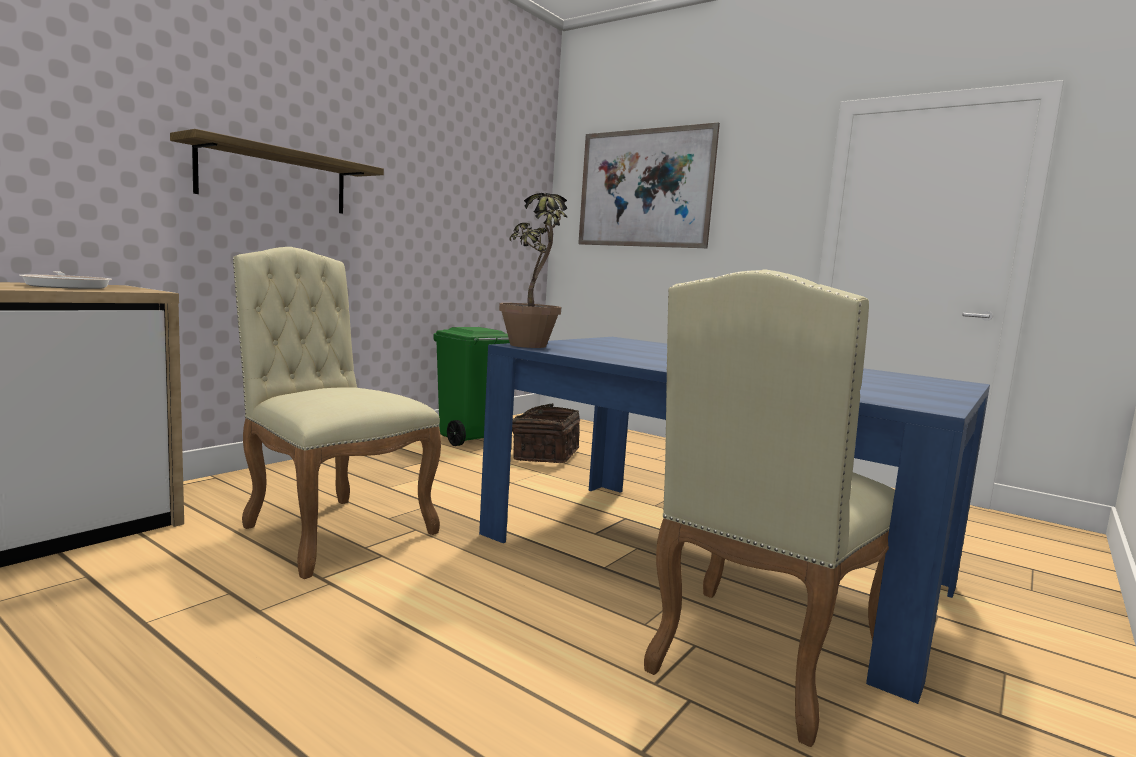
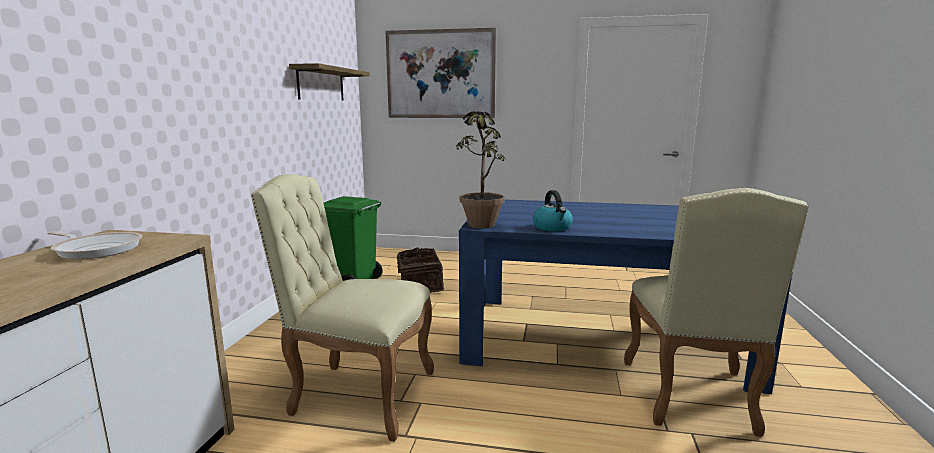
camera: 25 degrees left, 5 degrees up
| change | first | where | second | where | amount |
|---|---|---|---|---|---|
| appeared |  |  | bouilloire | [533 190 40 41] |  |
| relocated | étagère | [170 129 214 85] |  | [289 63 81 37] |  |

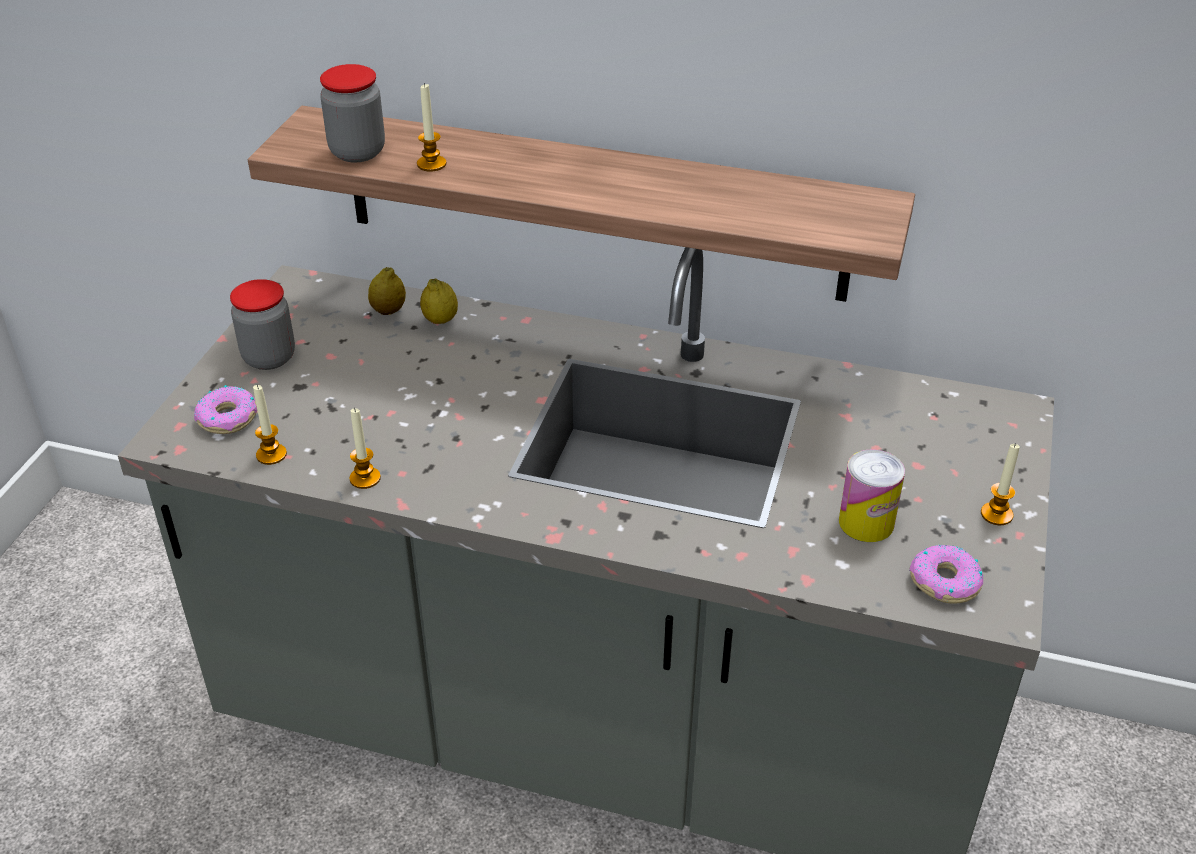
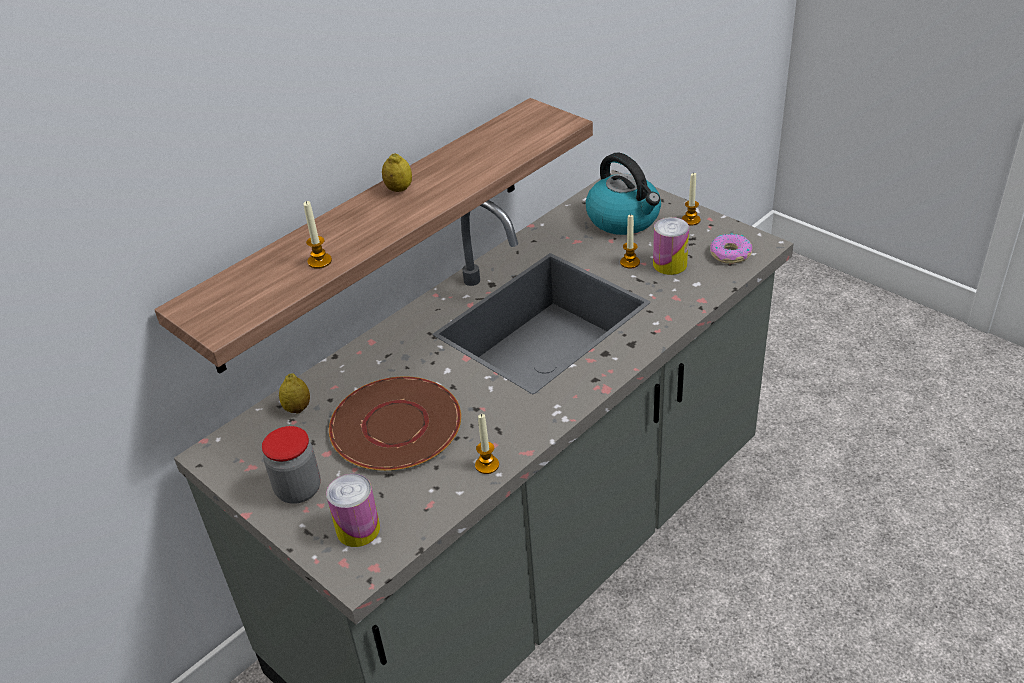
camera: 60 degrees left, 0 degrees up
| change | first | where | second | where | amount |
|---|---|---|---|---|---|
| missing | bocal | [320 64 65 98] |  |  |  |
| appeared |  |  | assiette (marron) | [329 376 132 95] |  |
| appeared |  |  | bouilloire | [586 153 75 82] |  |
| relocated | bougie | [253 385 34 80] |  | [620 214 20 54] |  |
| relocated | citron | [420 279 38 45] |  | [382 153 30 39] |  |
| exchanged | beignet | [194 385 63 49] | boîte métallique | [326 474 54 73] |  |

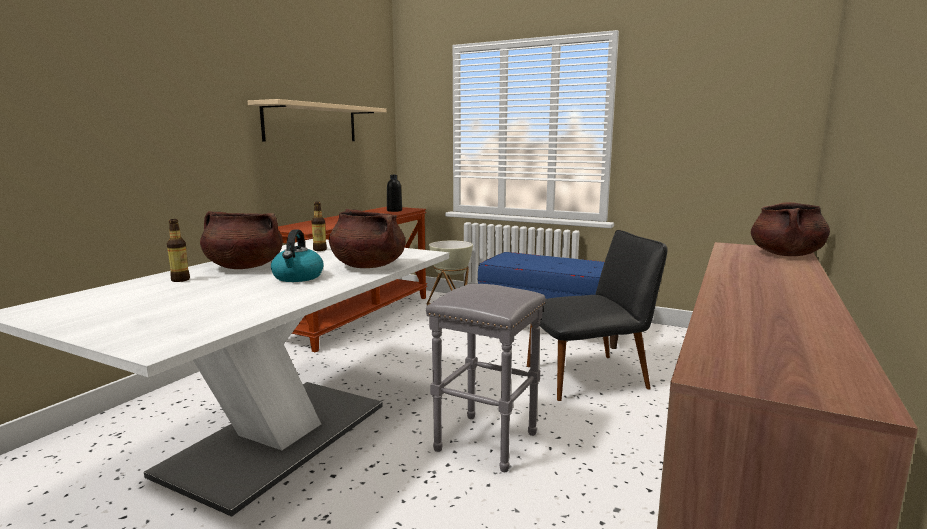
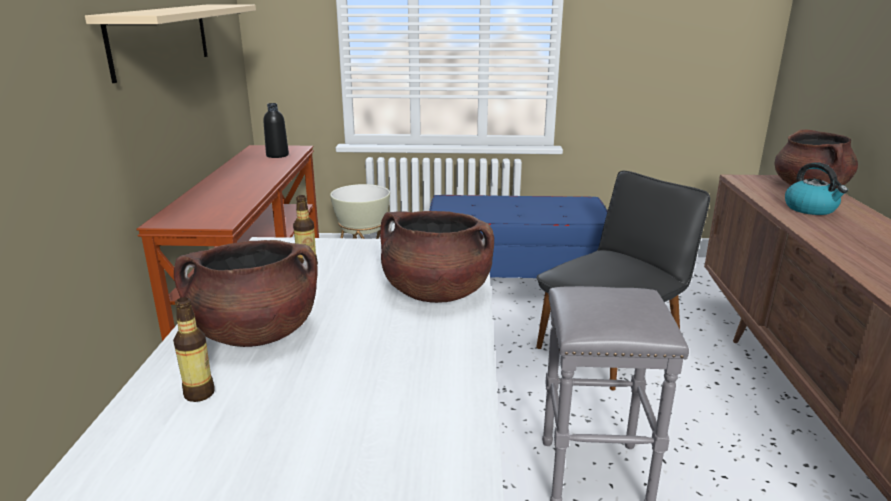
camera: 25 degrees left, 10 degrees up
| change | first | where | second | where | amount |
|---|---|---|---|---|---|
| relocated | bouilloire | [271 229 53 53] |  | [785 162 63 53] |  |

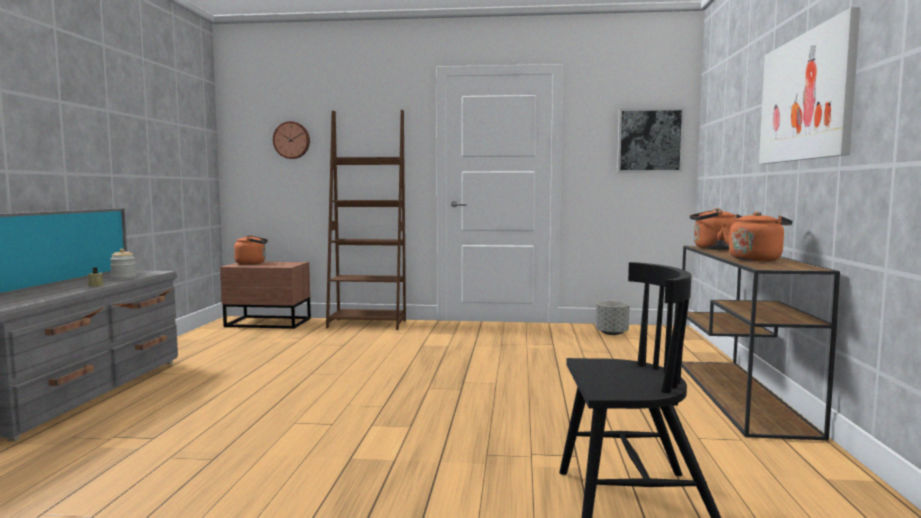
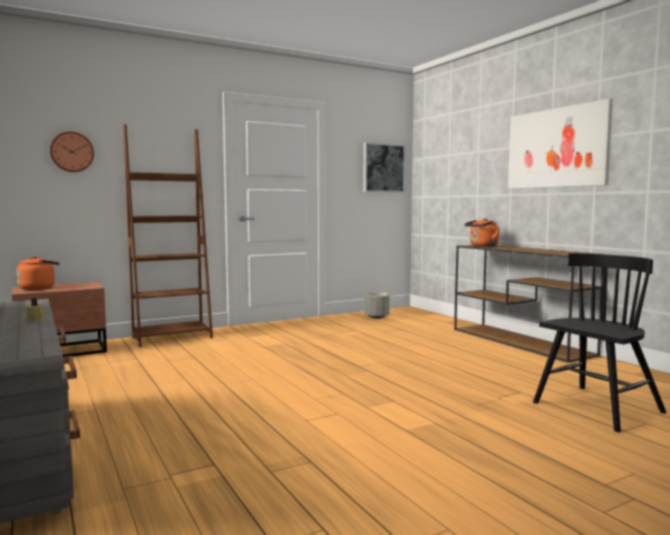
camera: 35 degrees left, 0 degrees up
| change | first | where | second | where | amount |
|---|---|---|---|---|---|
| missing | bocal | [110 249 26 31] |  |  |  |
| missing | bouilloire (orange) | [722 212 70 49] |  |  |  |

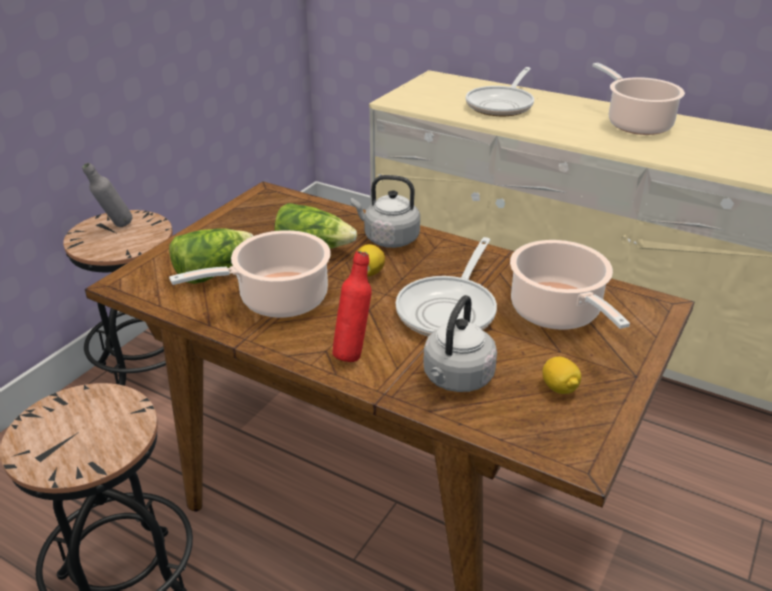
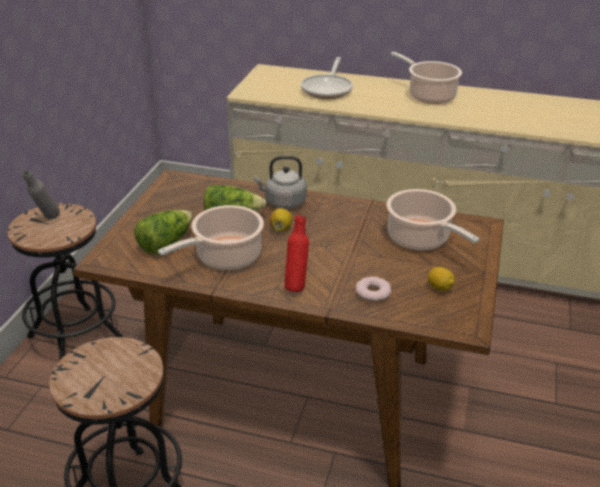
camera: 15 degrees left, 0 degrees up
| change | first | where | second | where | amount |
|---|---|---|---|---|---|
| missing | poêle | [396 237 101 99] |  |  |  |
| exchanged | bouilloire (gris) | [423 295 74 97] | beignet | [356 277 35 25] |  |

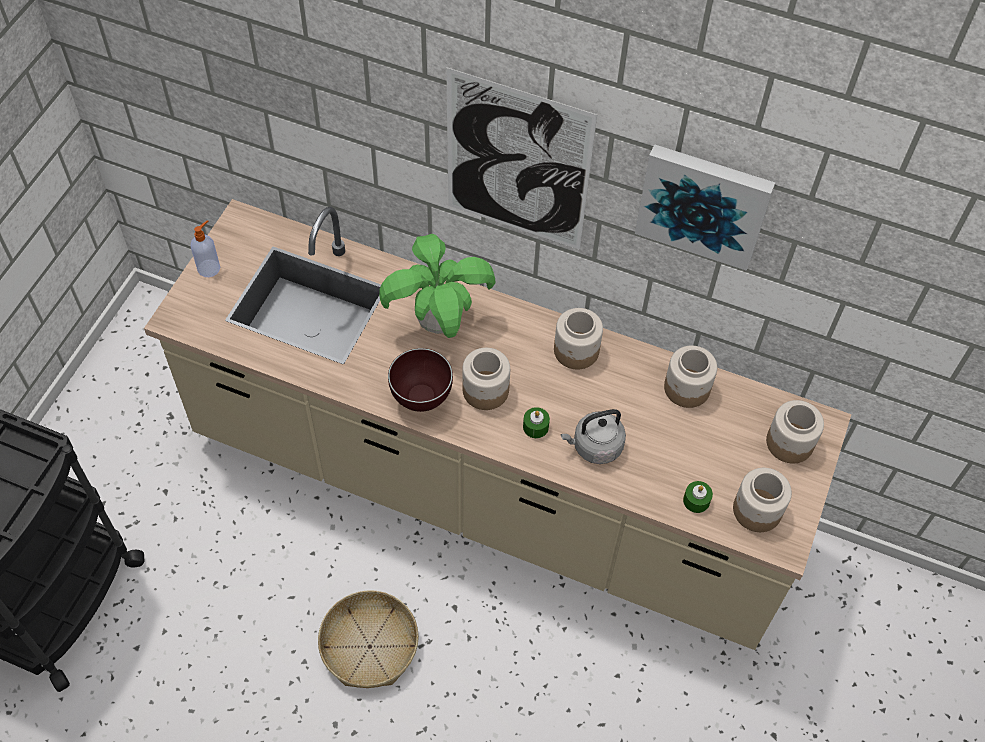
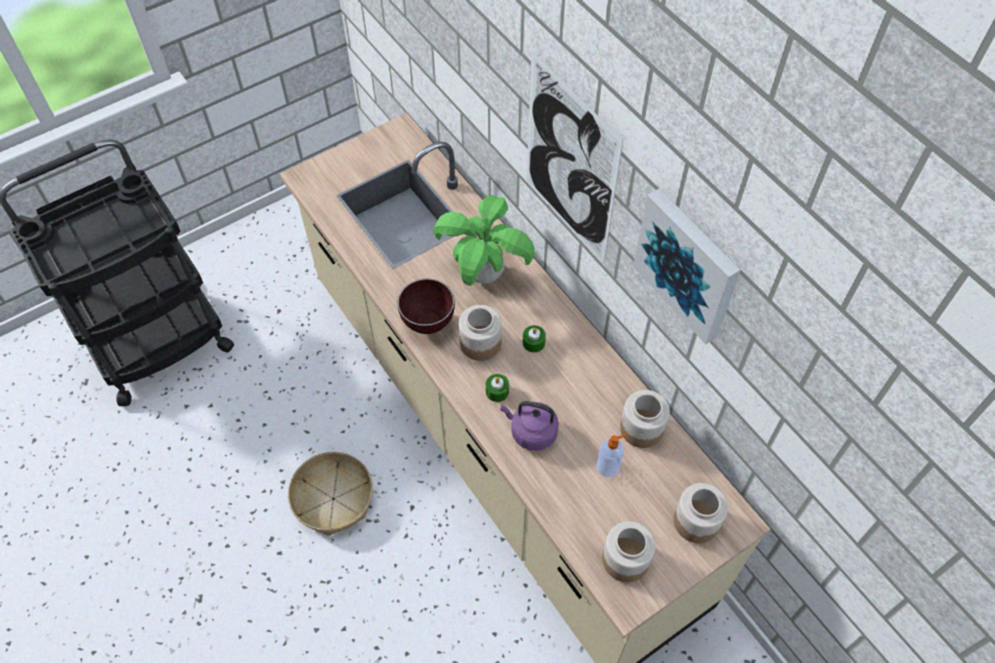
camera: 35 degrees right, 0 degrees up
| change | first | where | second | where | amount |
|---|---|---|---|---|---|
| missing | bocal | [554 308 49 62] |  |  |  |
| relocated | distributeur de savon | [191 220 29 57] |  | [596 434 32 43] |  |
| relocated | bougie (vert) | [683 481 30 32] |  | [523 325 23 28] |  |
| colour | bouilloire (gris) | [561 409 65 55] | bouilloire (violet) | [501 401 58 50] |  |

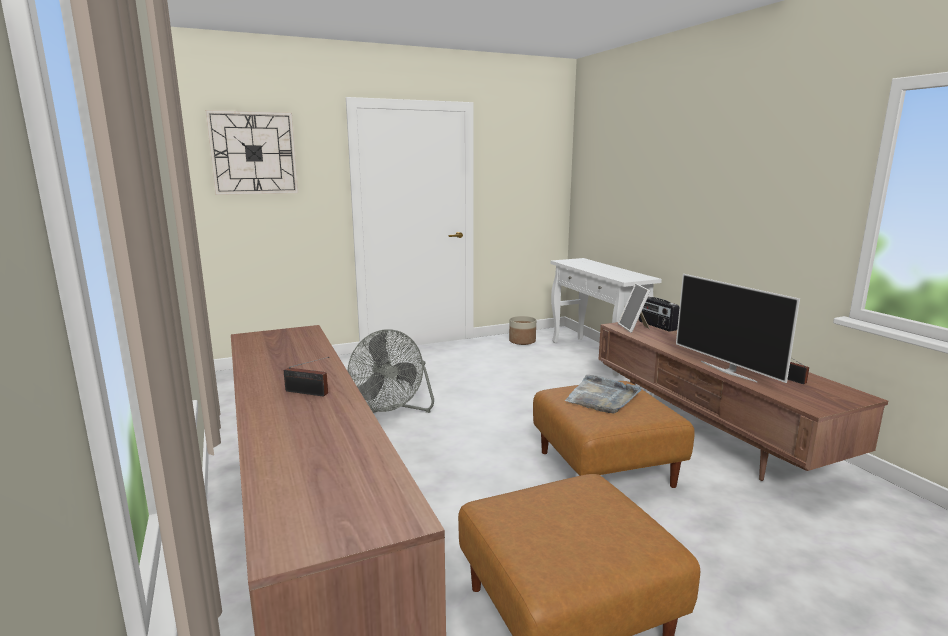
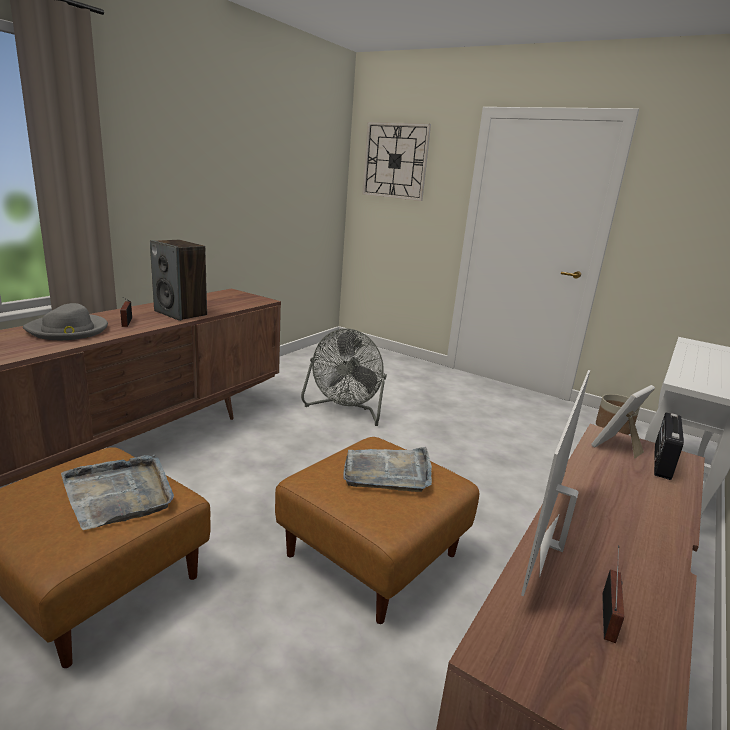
camera: 55 degrees right, 5 degrees up
| change | first | where | second | where | amount |
|---|---|---|---|---|---|
| appeared |  |  | chapeau (gris) | [23 303 85 37] |  |
| appeared |  |  | plateau (gris) | [61 455 113 75] |  |
| appeared |  |  | enceinte | [150 240 57 81] |  |

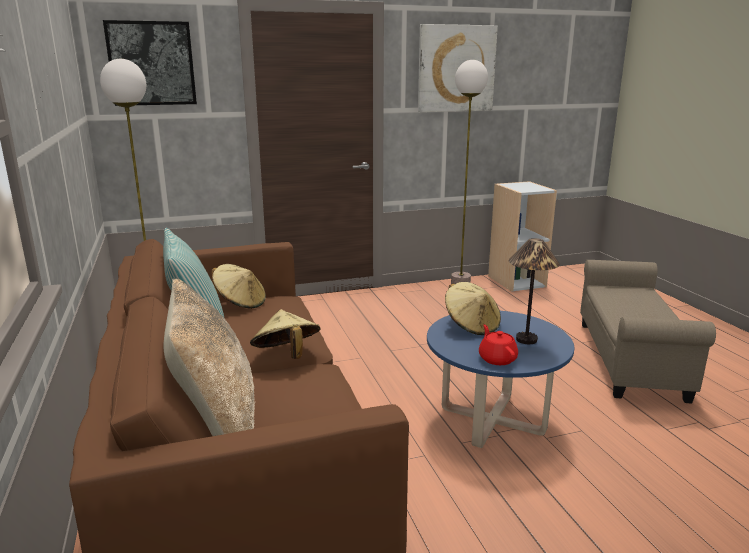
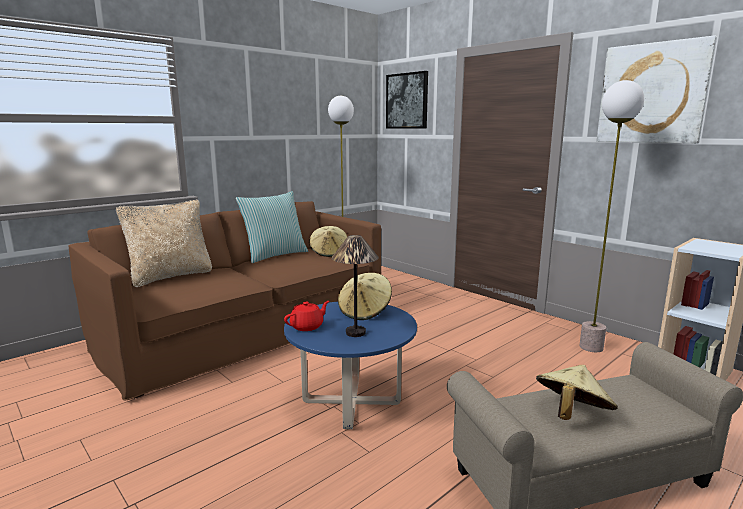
camera: 65 degrees right, 5 degrees down
| change | first | where | second | where | amount |
|---|---|---|---|---|---|
| relocated | chapeau (beige) | [250 309 71 50] |  | [536 365 82 55] |  |

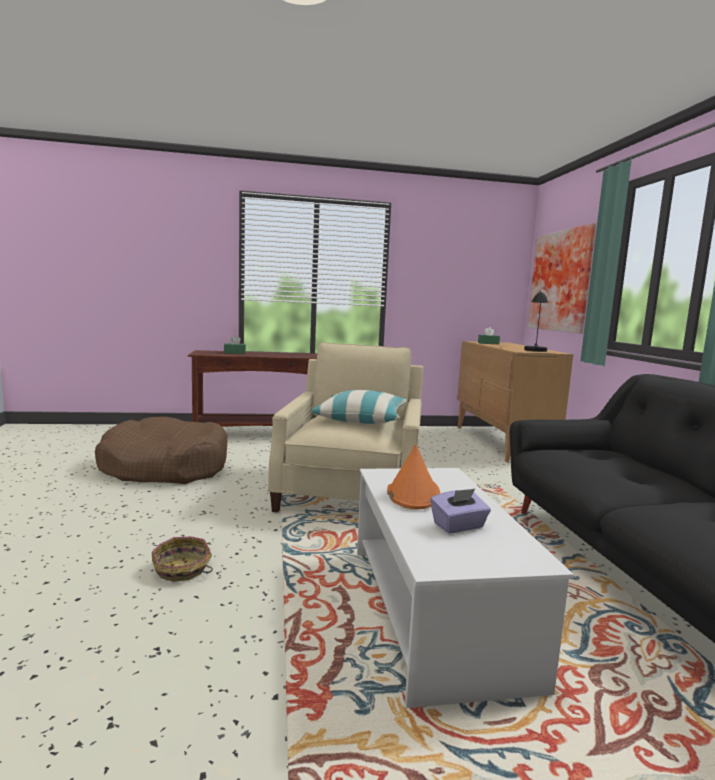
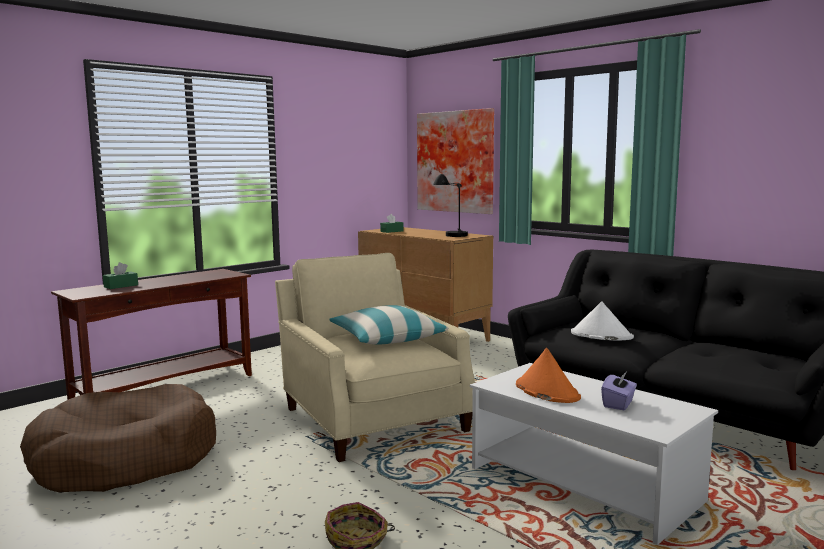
camera: 35 degrees left, 0 degrees up
| change | first | where | second | where | amount |
|---|---|---|---|---|---|
| appeared |  |  | chapeau (blanc) | [571 301 63 40] |  |

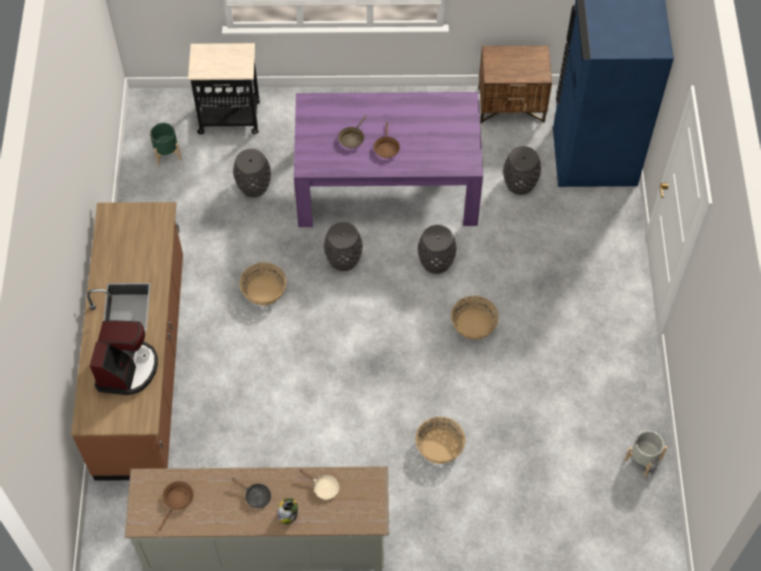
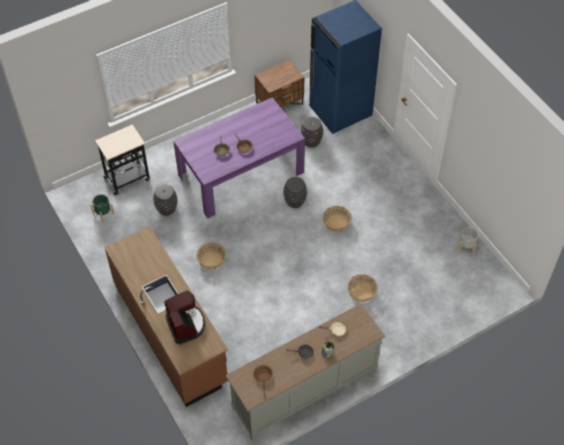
camera: 30 degrees left, 5 degrees down
| change | first | where | second | where | amount |
|---|---|---|---|---|---|
| missing | tabouret (gris) | [324 222 38 49] |  |  |  |

